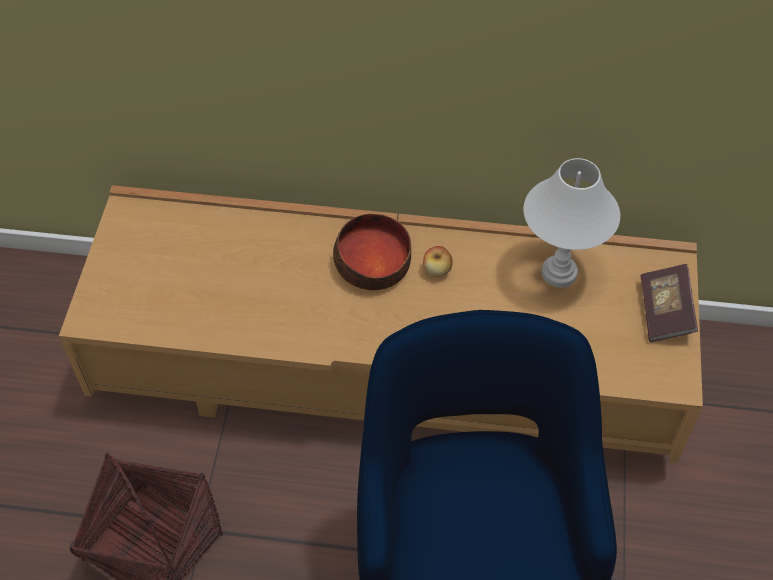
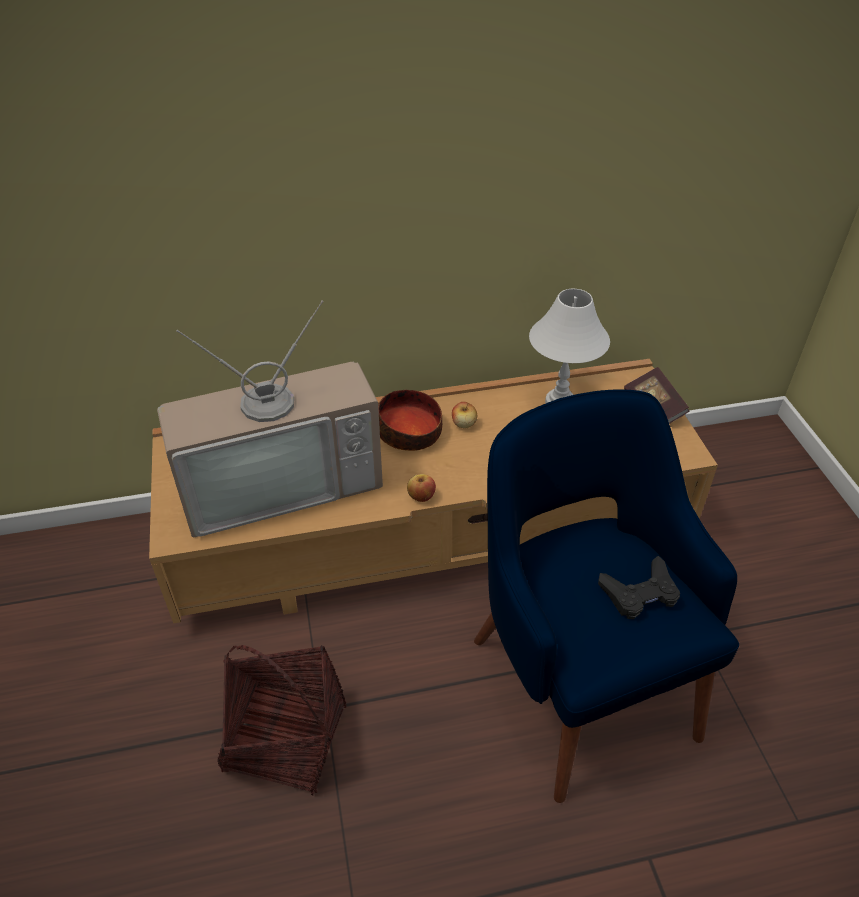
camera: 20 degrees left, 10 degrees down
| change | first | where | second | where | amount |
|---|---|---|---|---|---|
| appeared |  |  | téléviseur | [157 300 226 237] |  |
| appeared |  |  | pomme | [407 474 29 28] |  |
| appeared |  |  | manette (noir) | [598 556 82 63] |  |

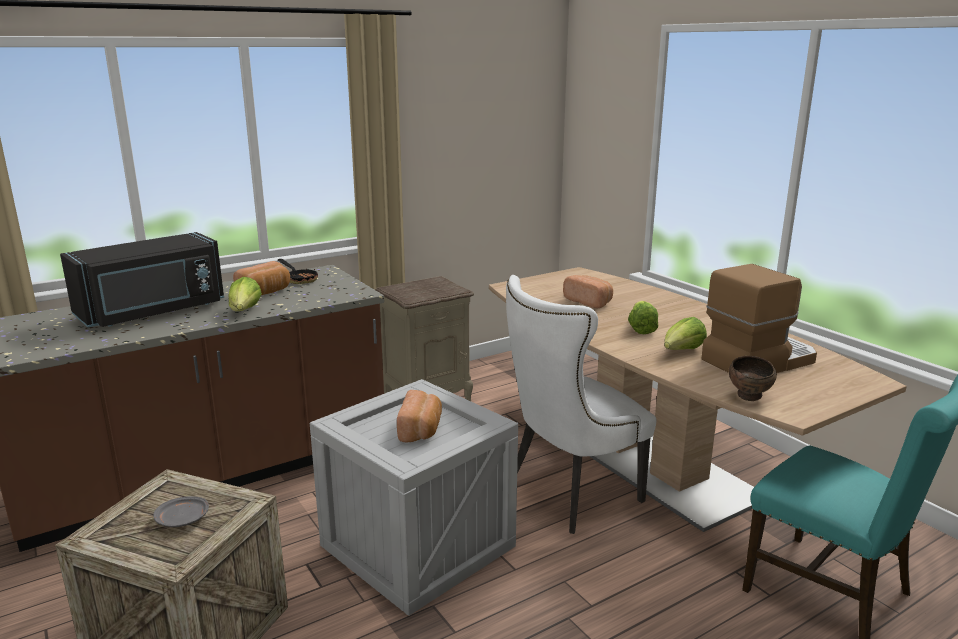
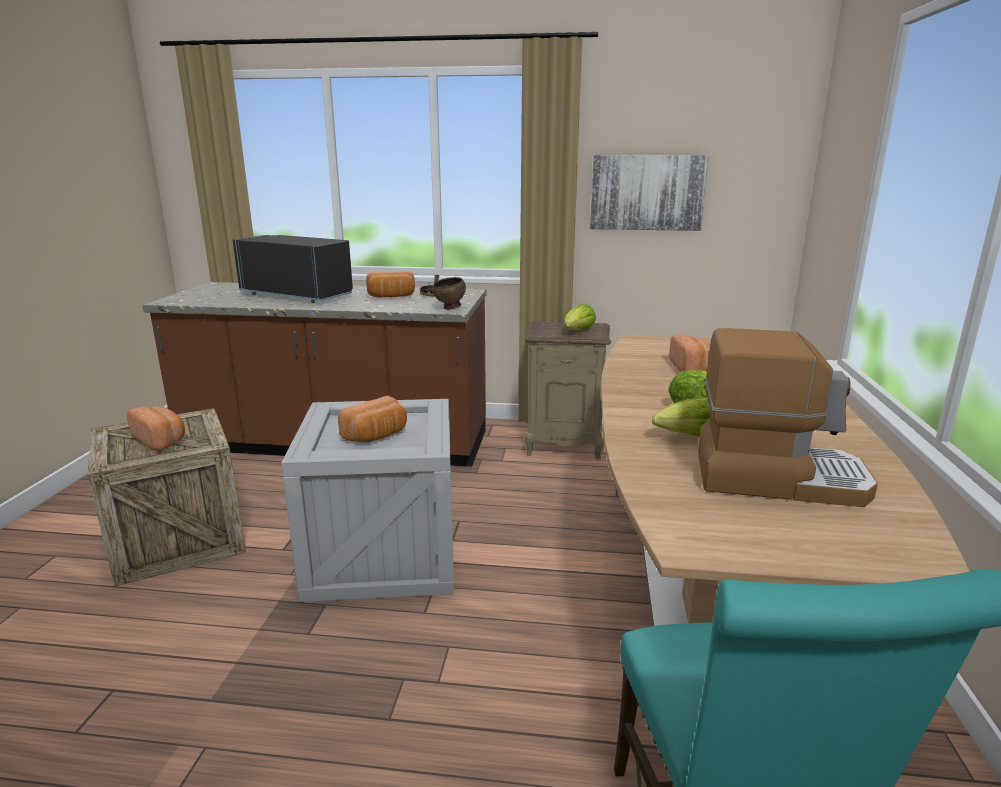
camera: 40 degrees right, 0 degrees up
| change | first | where | second | where | amount |
|---|---|---|---|---|---|
| missing | chaise (blanc) | [506 275 150 259] |  |  |  |
| appeared |  |  | tableau | [590 155 119 76] |  |
| relocated | laitue | [229 277 33 34] |  | [564 304 32 26] |  |
| relocated | bol (marron) | [729 356 48 45] |  | [432 277 34 33] |  |
| exchanged | assiette (gris) | [153 496 56 31] | pain | [127 406 58 45] |  |
| spun | micro-ondes (noir) | [60 232 164 95] |  | [233 235 120 68] | 150 degrees counterclockwise |

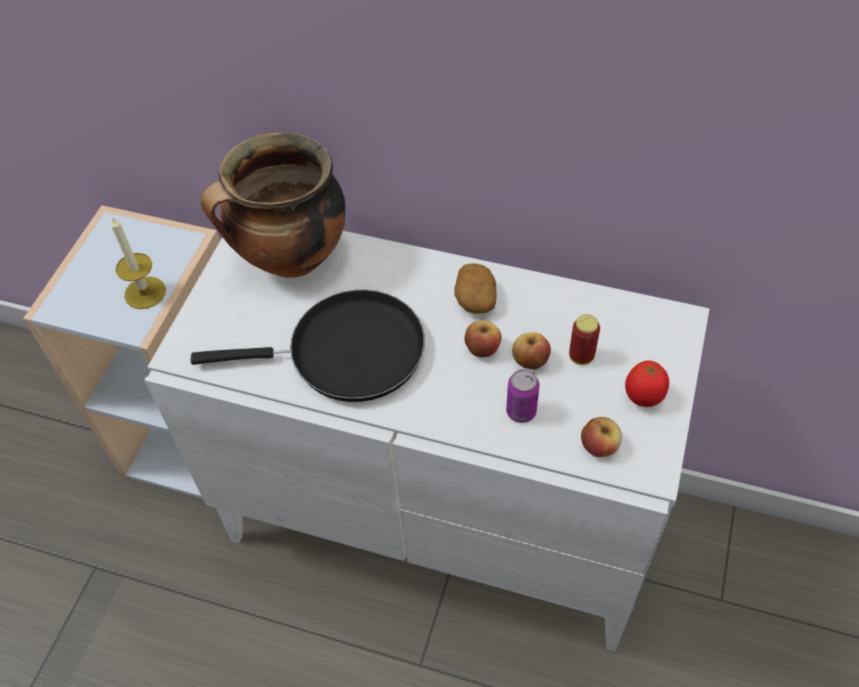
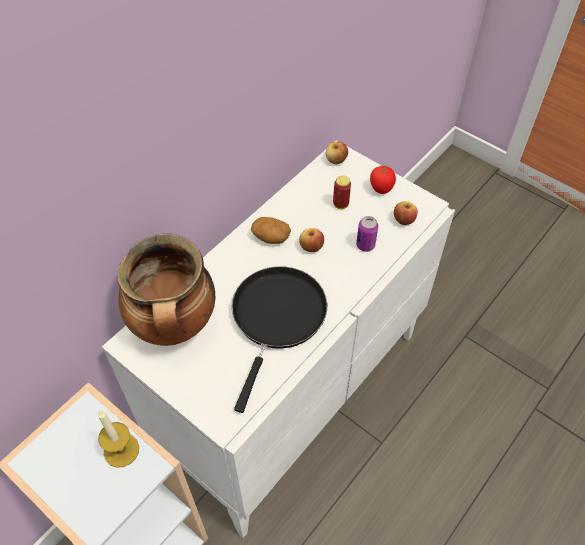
camera: 70 degrees left, 0 degrees up
| change | first | where | second | where | amount |
|---|---|---|---|---|---|
| relocated | pomme | [512 332 39 37] |  | [326 141 22 23] |  |

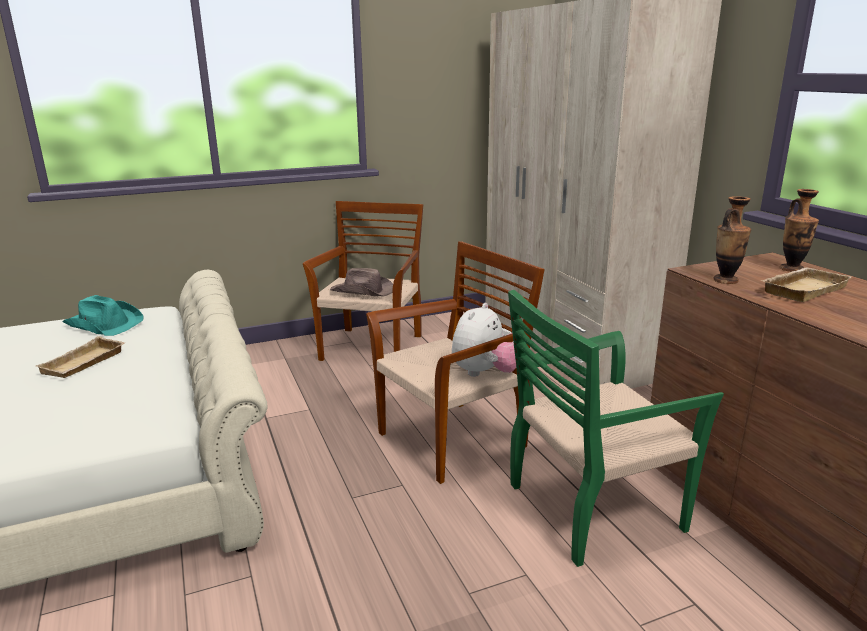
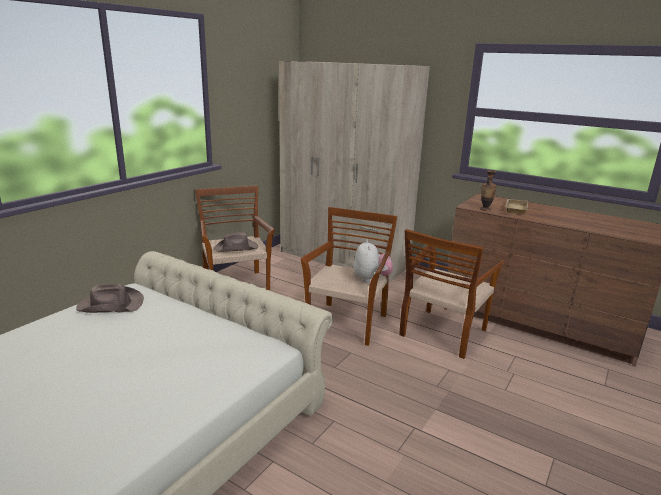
camera: 35 degrees left, 0 degrees up
| change | first | where | second | where | amount |
|---|---|---|---|---|---|
| missing | plateau (beige) | [36 336 89 42] |  |  |  |
| missing | vase | [779 189 40 83] |  |  |  |
| colour | chapeau (turquoise) | [62 295 82 41] | chapeau (marron) | [76 284 68 29] |  |
| colour | fauteuil (vert) | [508 290 216 277] | fauteuil (marron) | [399 229 105 130] |  |

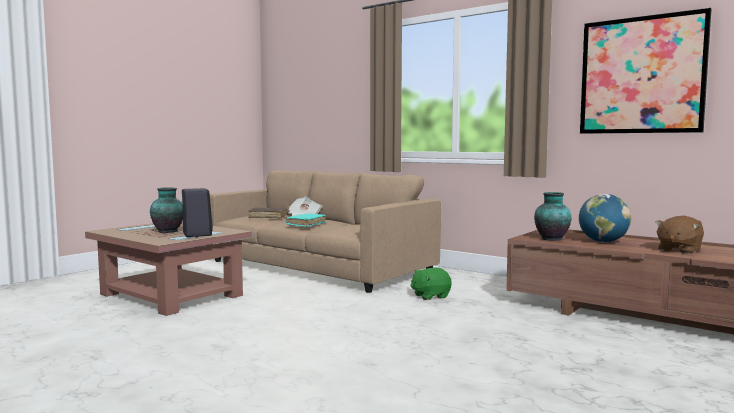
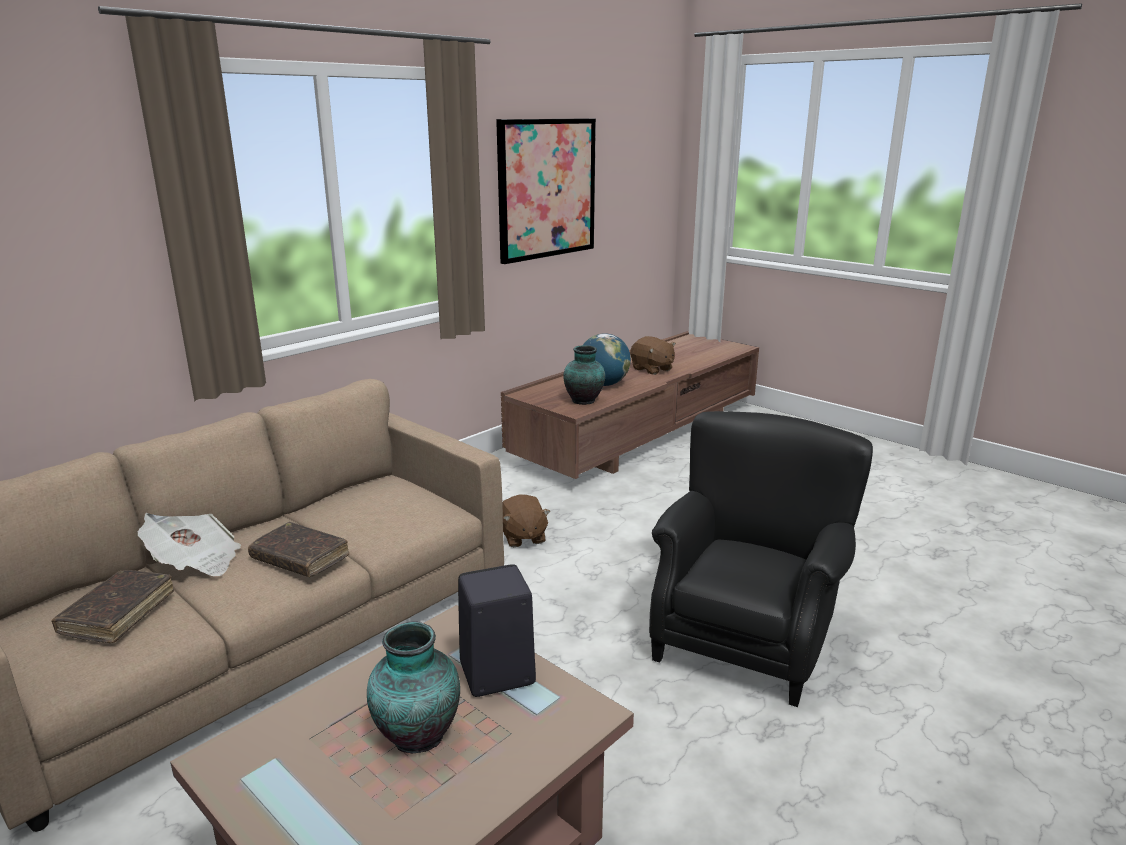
camera: 85 degrees left, 15 degrees up
| change | first | where | second | where | amount |
|---|---|---|---|---|---|
| appeared |  |  | fauteuil (noir) | [649 411 224 296] |  |
| colour | livre (turquoise) | [286 214 40 13] | livre (marron) | [248 522 101 55] |  |
| colour | peluche (vert) | [410 268 42 32] | peluche (marron) | [502 494 48 53] |  |

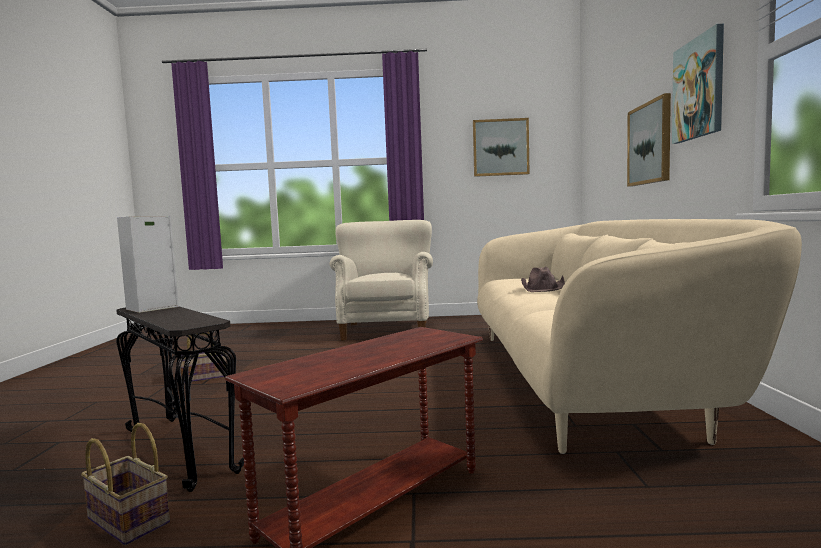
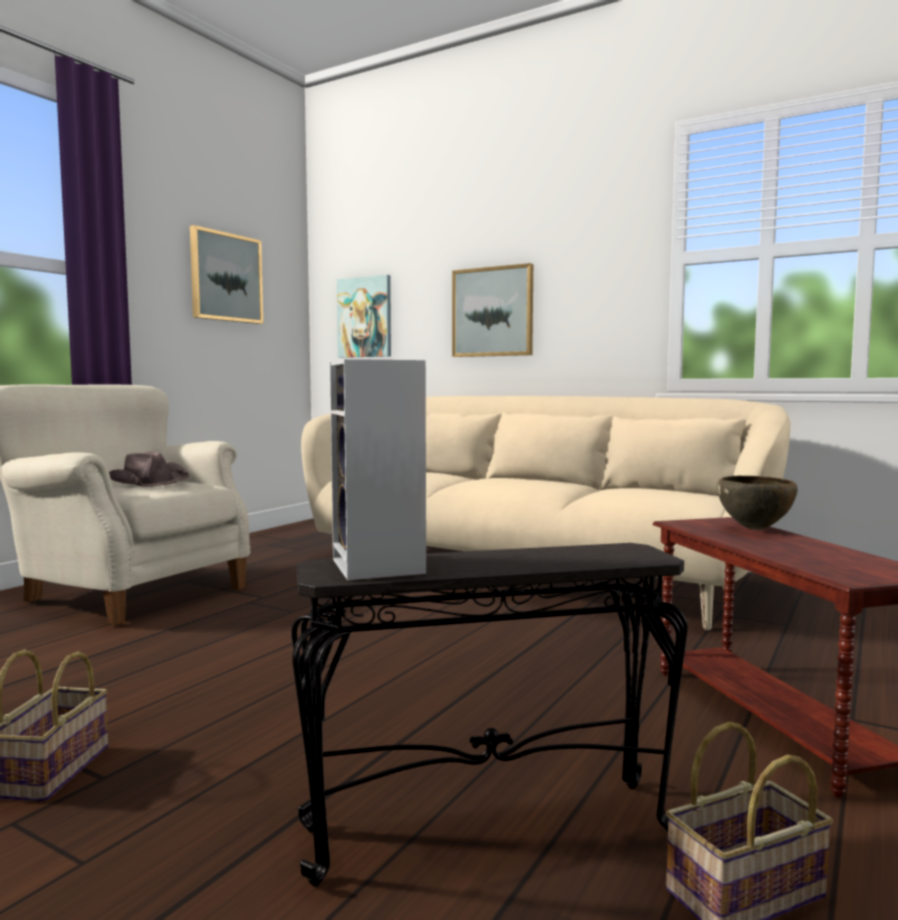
camera: 60 degrees left, 0 degrees up
| change | first | where | second | where | amount |
|---|---|---|---|---|---|
| appeared |  |  | bol (marron) | [717 476 81 54] |  |
| relocated | chapeau (marron) | [521 266 44 26] |  | [109 451 80 36] |  |
| relocated | tableau | [672 24 52 120] |  | [337 275 54 83] |  |

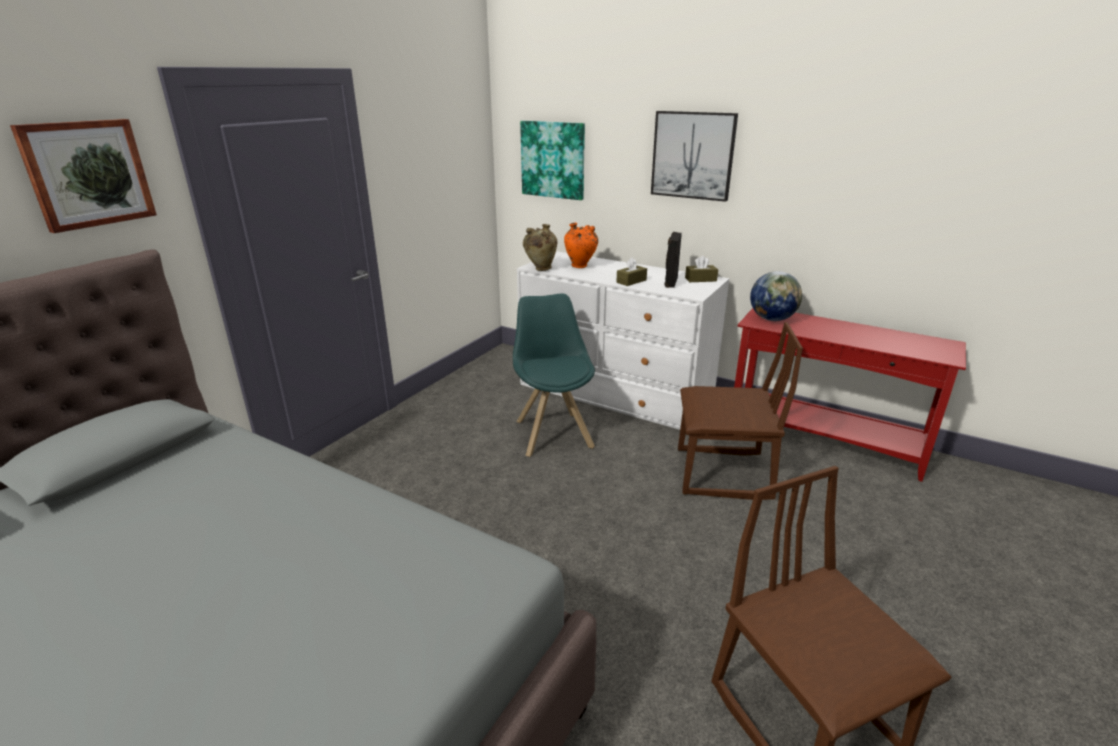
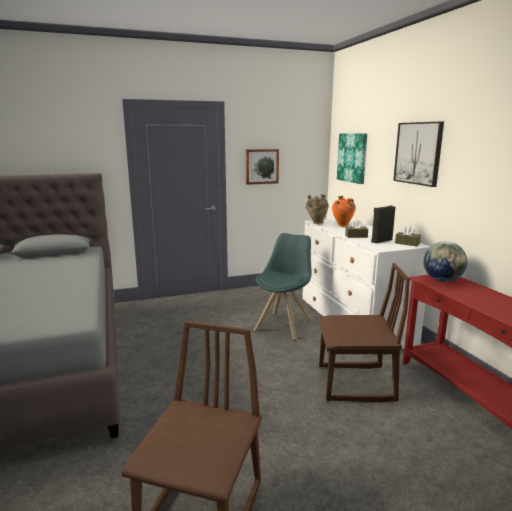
camera: 40 degrees right, 10 degrees down
| change | first | where | second | where | amount |
|---|---|---|---|---|---|
| relocated | tableau | [10 119 147 114] |  | [246 149 33 36] |  |
| spun | chaise (marron) | [678 322 125 178] |  | [318 263 92 139] | 45 degrees counterclockwise |

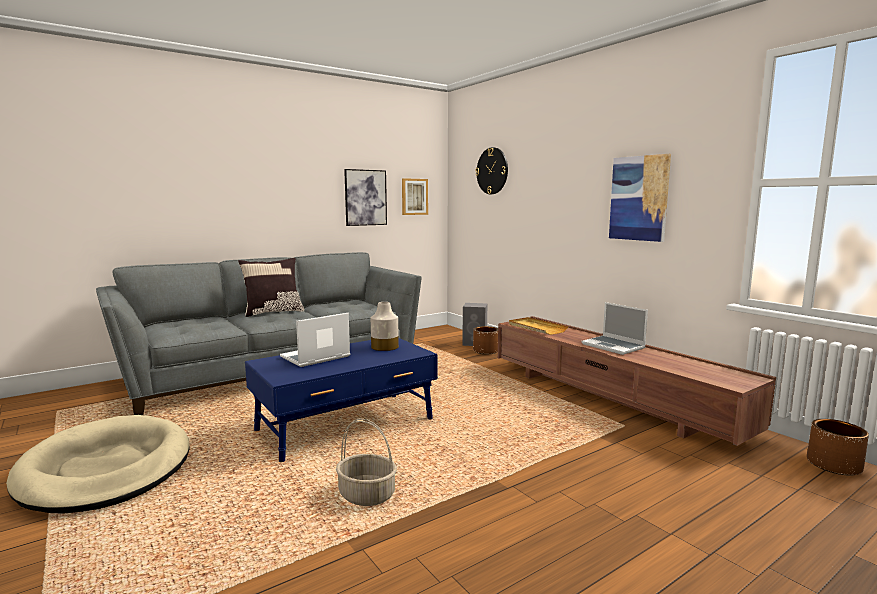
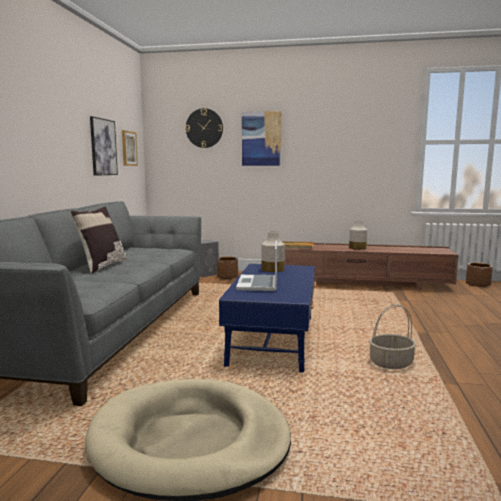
camera: 45 degrees left, 0 degrees up
| change | first | where | second | where | amount |
|---|---|---|---|---|---|
| relocated | tableau | [609 154 62 88] |  | [242 111 39 55] |  |
| exchanged | ordinateur portable | [582 302 66 53] | vase (beige) | [349 220 18 30] |  |

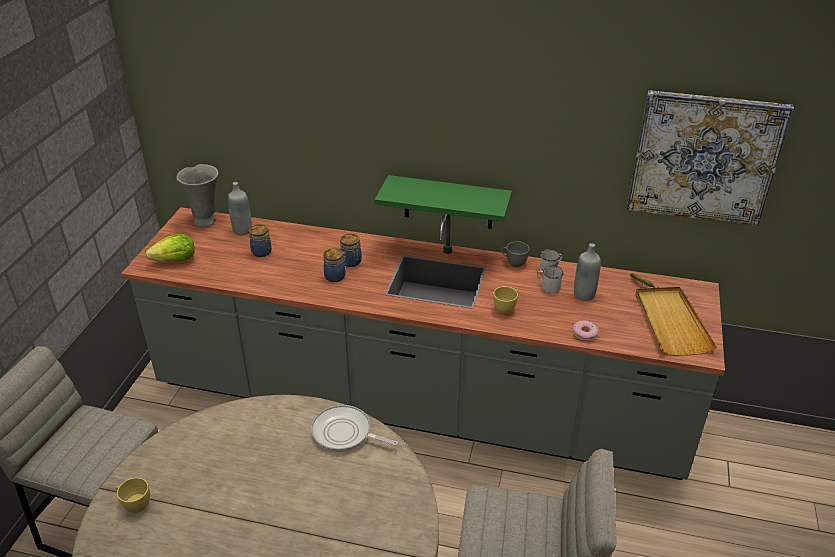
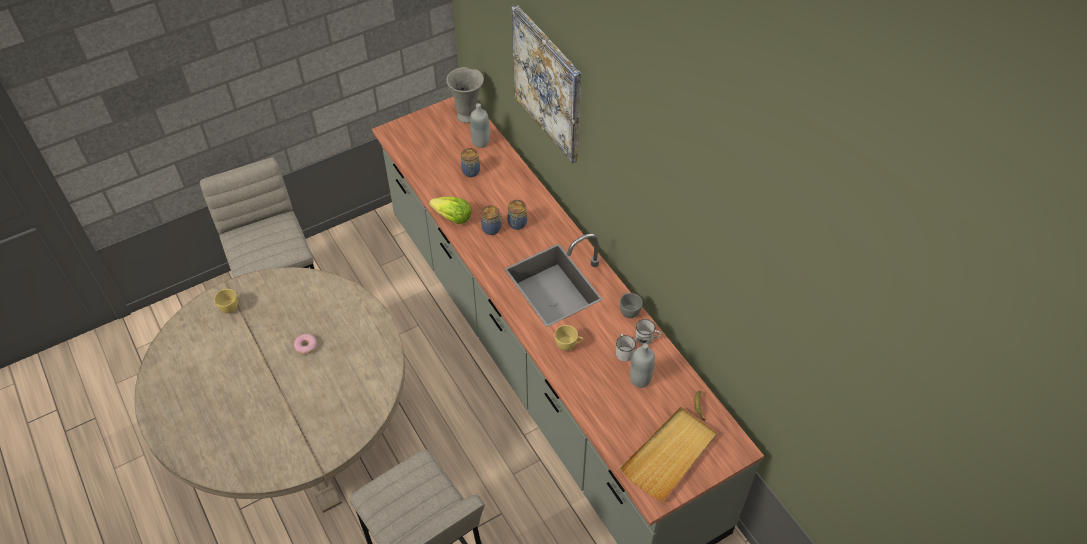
camera: 45 degrees right, 15 degrees up
| change | first | where | second | where | amount |
|---|---|---|---|---|---|
| missing | poêle | [311 405 87 47] |  |  |  |
| missing | étagère (vert) | [375 175 137 54] |  |  |  |
| relocated | laitue | [145 234 50 28] |  | [429 197 43 27] |  |
| relocated | beignet | [572 320 27 21] |  | [294 334 23 21] |  |
| relocated | tableau | [627 90 167 136] |  | [512 5 69 159] |  |

